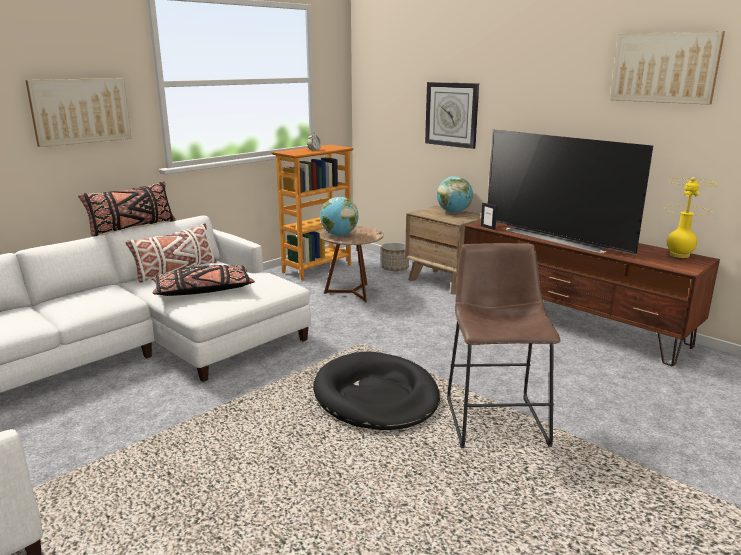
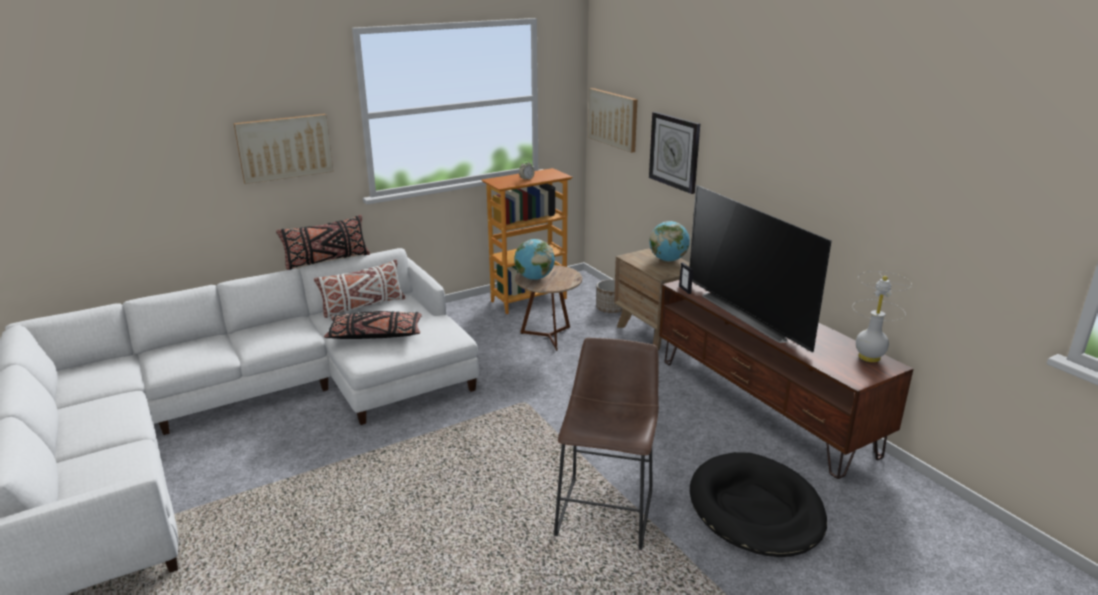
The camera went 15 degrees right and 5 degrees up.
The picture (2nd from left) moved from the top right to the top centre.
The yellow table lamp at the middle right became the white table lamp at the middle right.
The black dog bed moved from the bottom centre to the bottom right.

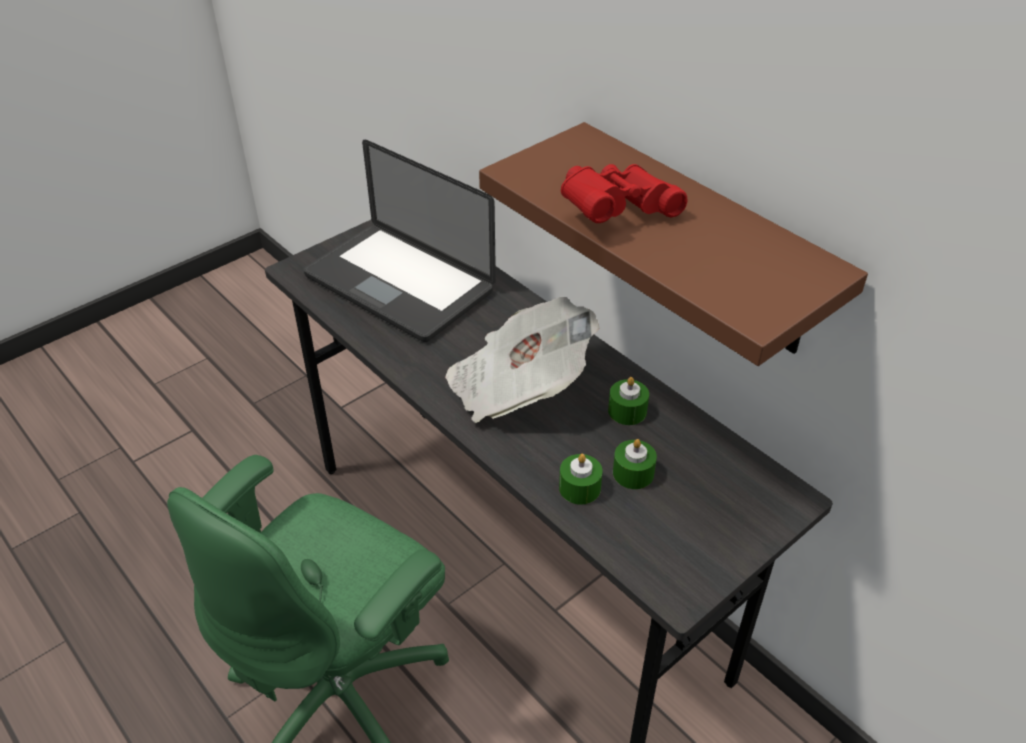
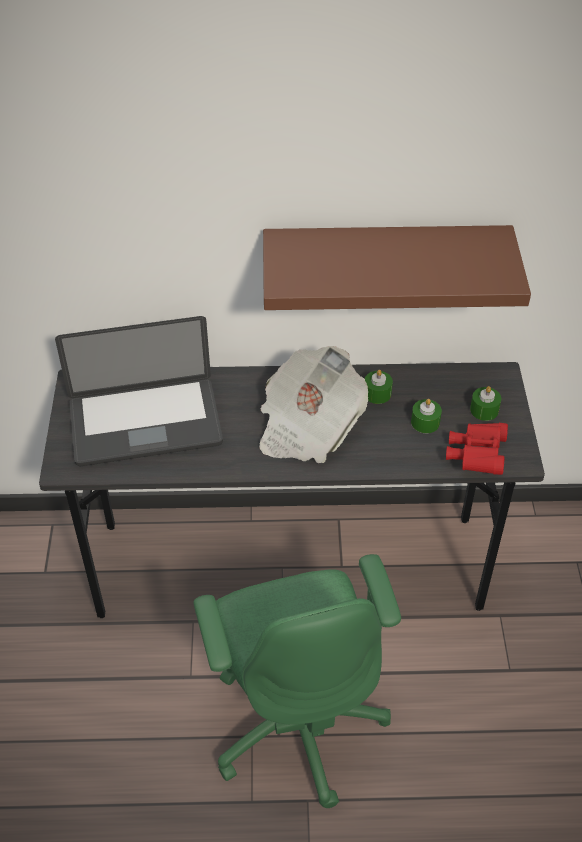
The camera went 50 degrees left and 5 degrees up.
The red binoculars moved from the top centre to the middle right.
The green candle (1st from left in the first image) moved from the centre to the middle right.

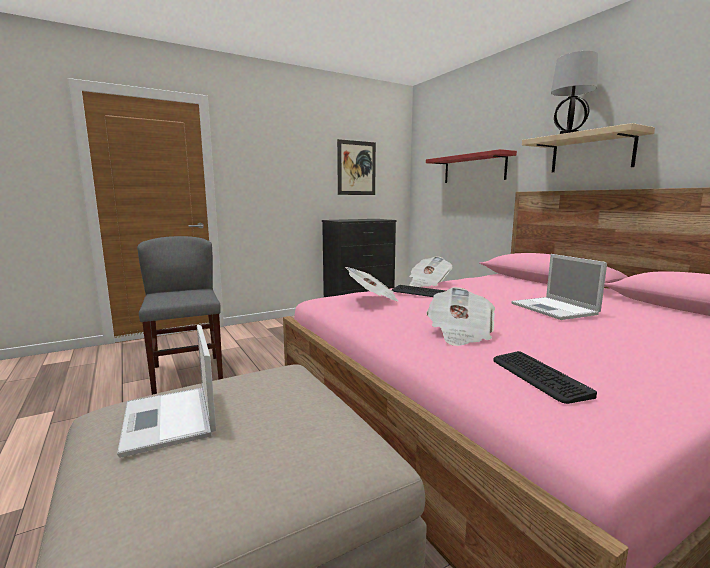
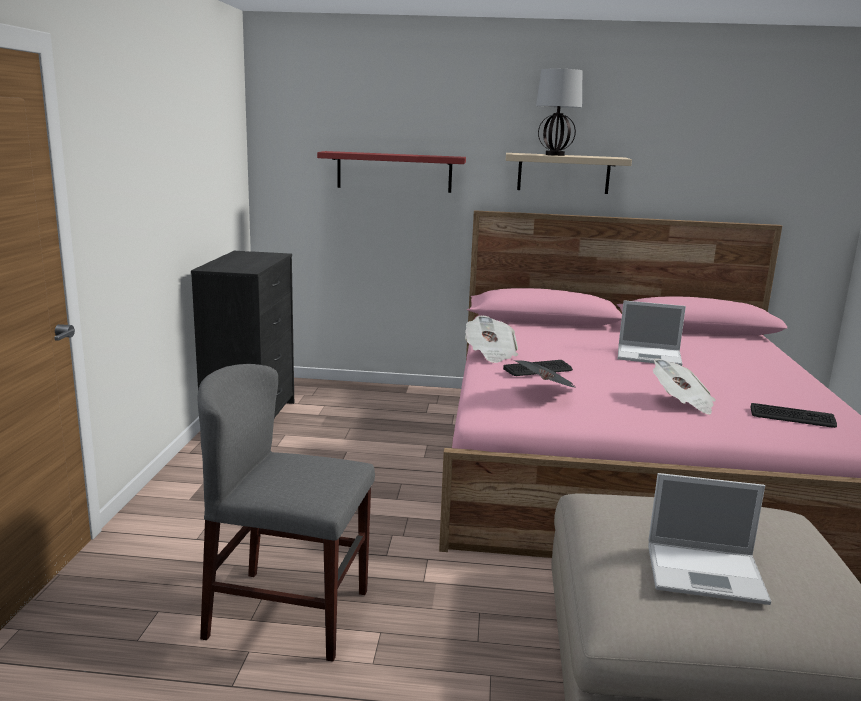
The camera went 55 degrees left and 5 degrees up.
The picture at the top centre disappeared.

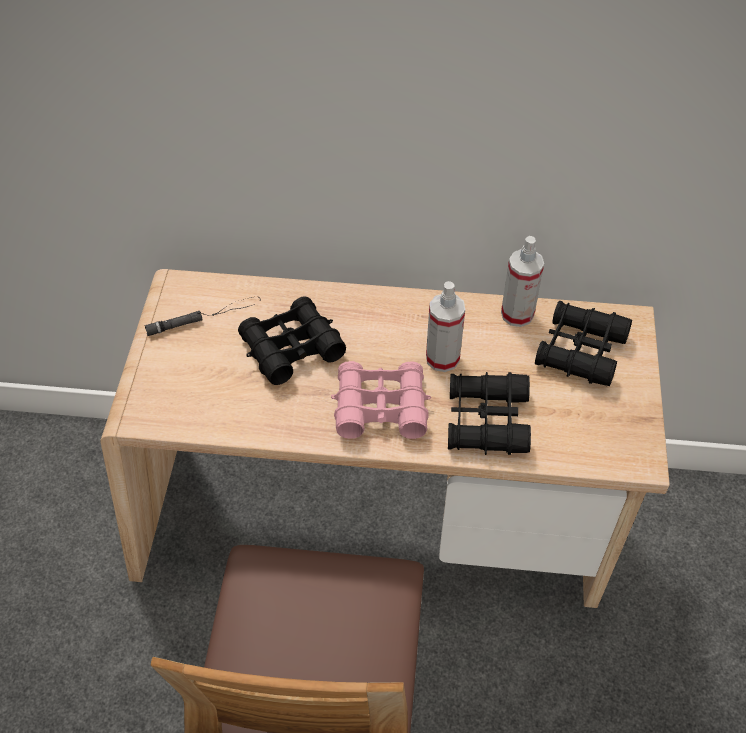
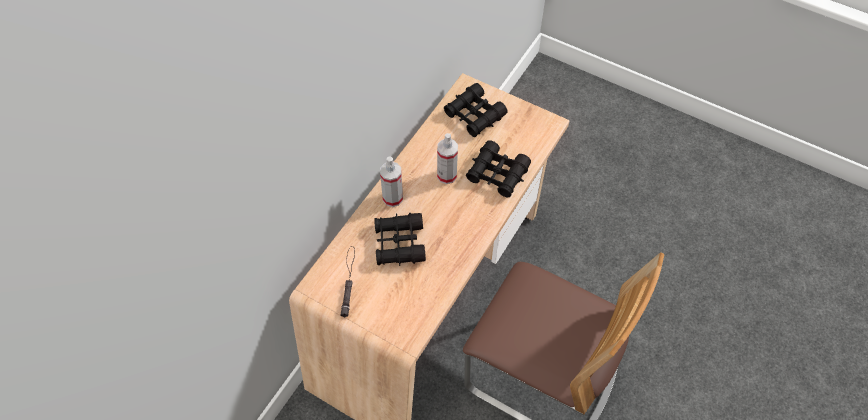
The camera went 65 degrees left and 5 degrees up.
The spray bottle (2nd from left in the first image) moved from the middle right to the centre.
The pink binoculars at the centre disappeared.

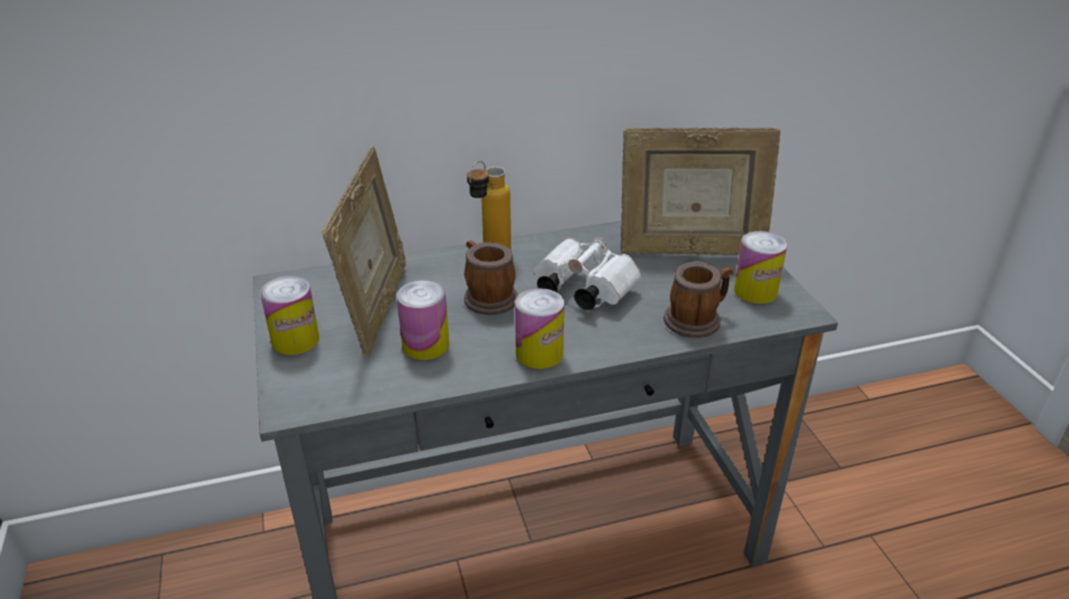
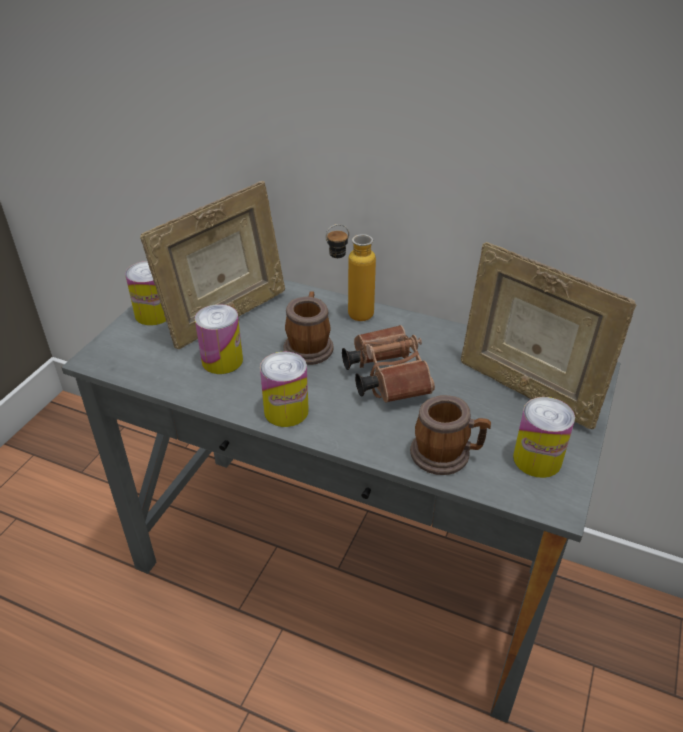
The camera went 40 degrees right and 5 degrees up.
The white binoculars at the centre became the brown binoculars at the centre.

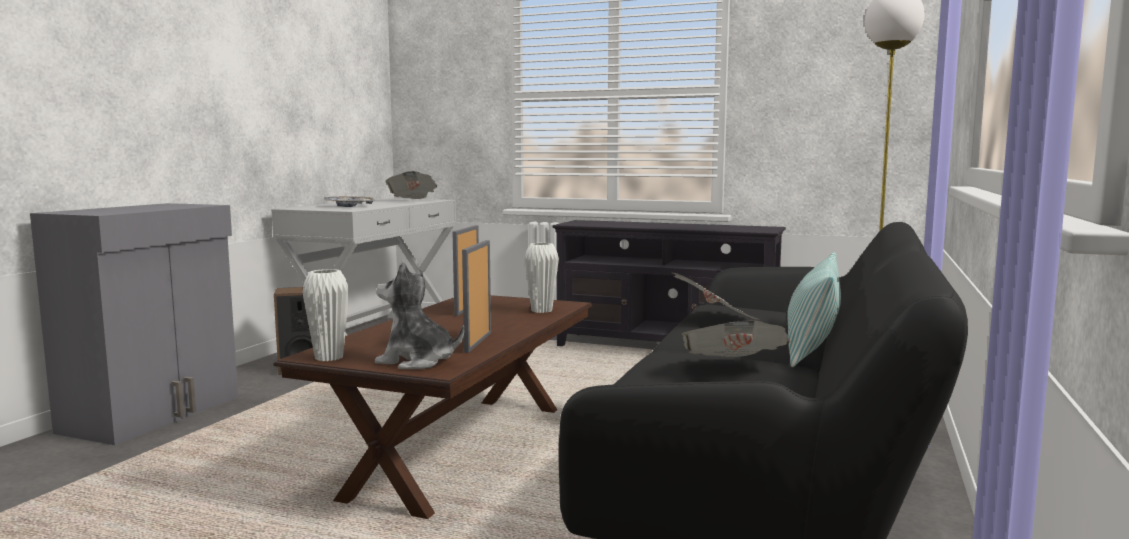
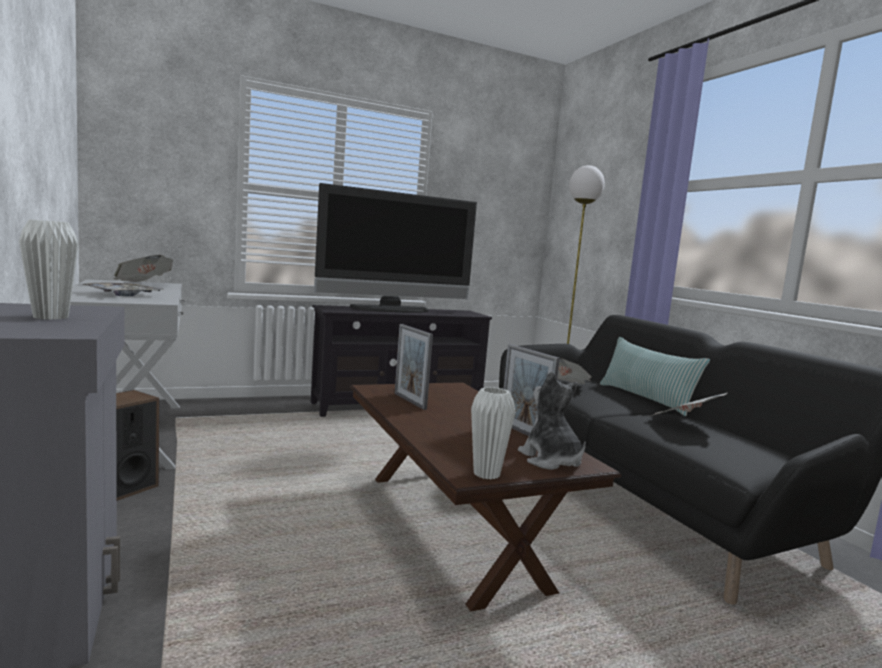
The camera went 45 degrees left and 0 degrees up.
The white vase (2nd from left in the first image) moved from the centre to the middle left.
The plush toy at the centre turned 90 degrees clockwise.
The television at the centre appeared.

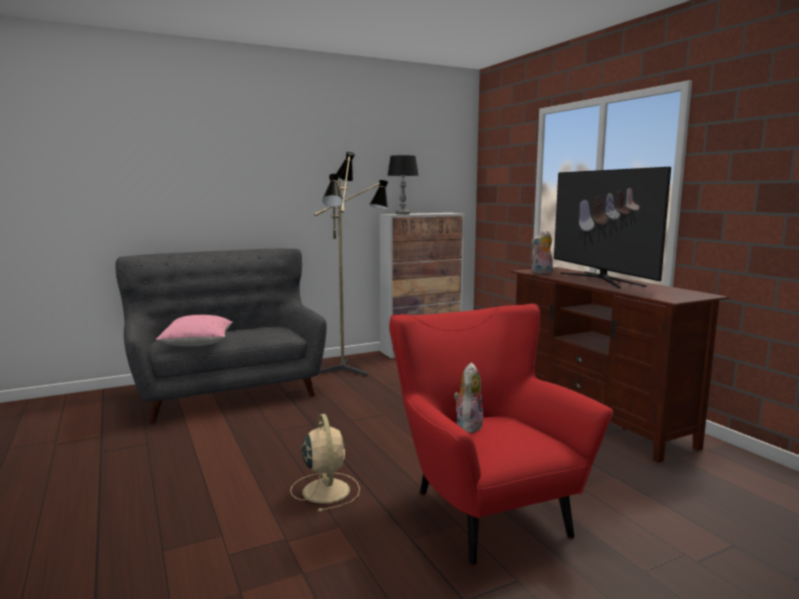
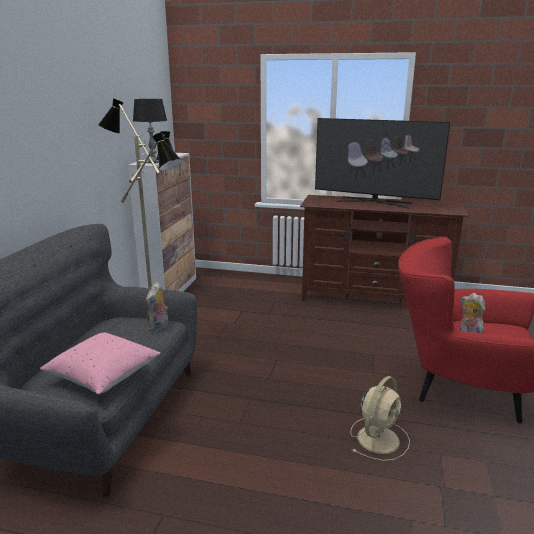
The camera went 50 degrees left and 10 degrees up.
The plush toy (2nd from left in the first image) moved from the middle right to the middle left.
The beige fan at the bottom centre turned 105 degrees clockwise.

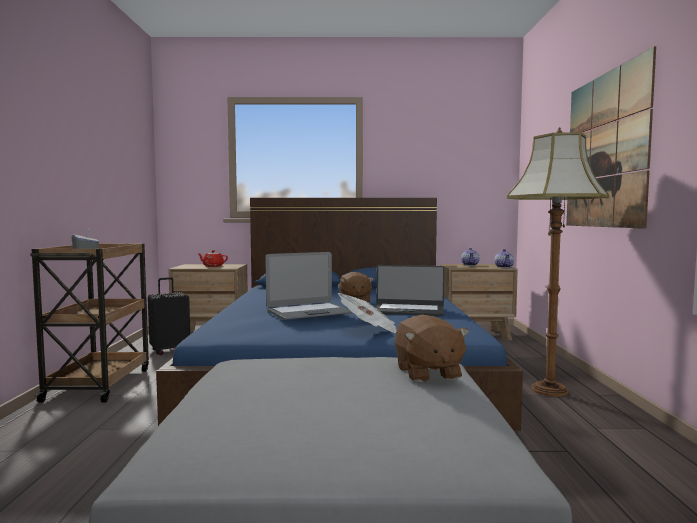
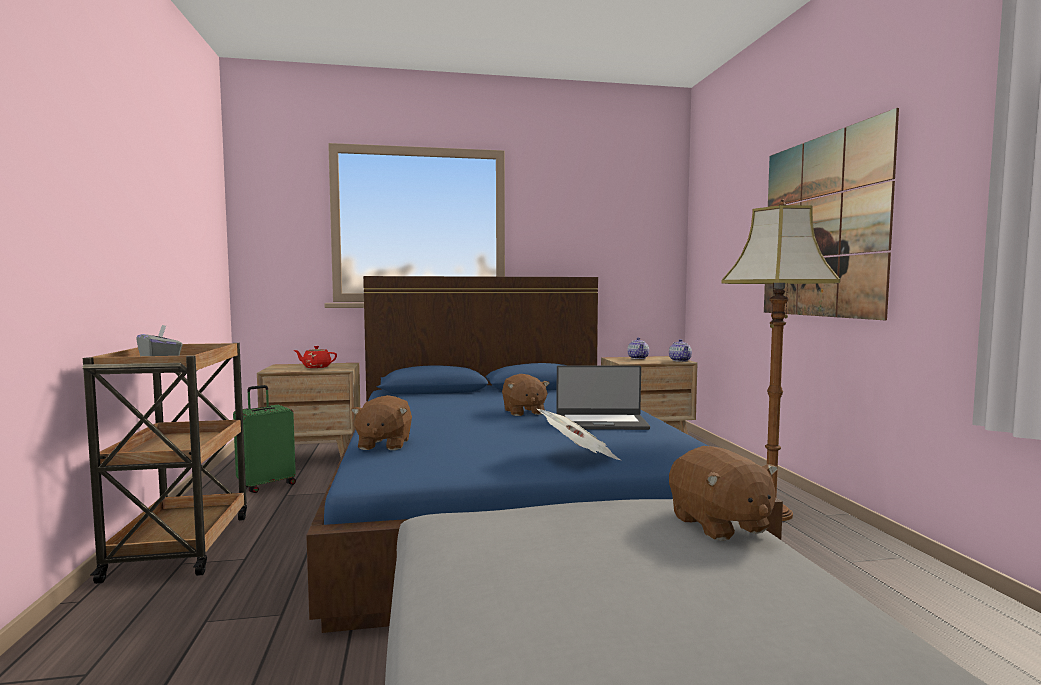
The camera went 10 degrees left and 0 degrees up.
The laptop (1st from left) at the centre disappeared.
The black suitcase at the middle left became the green suitcase at the middle left.
The brown plush toy (1st from left) at the centre appeared.

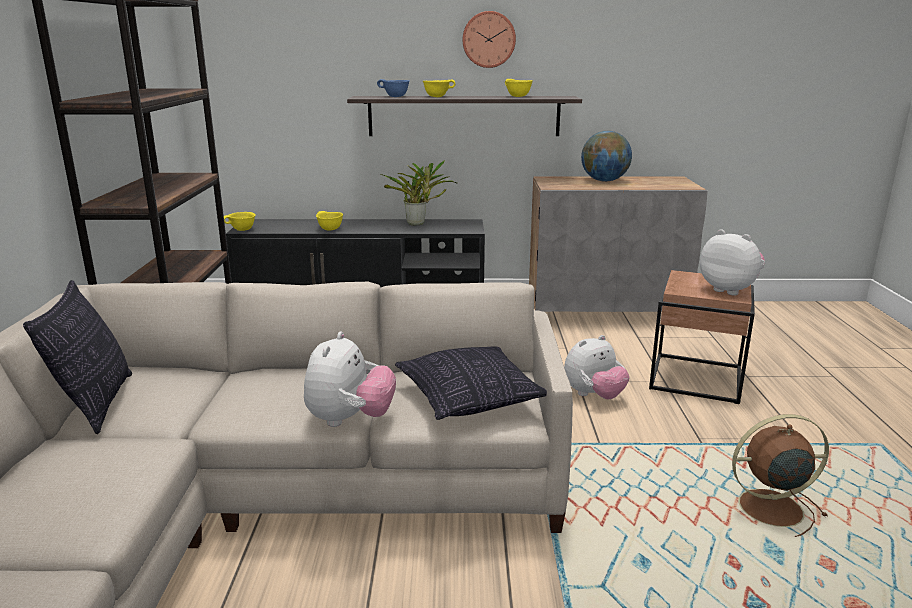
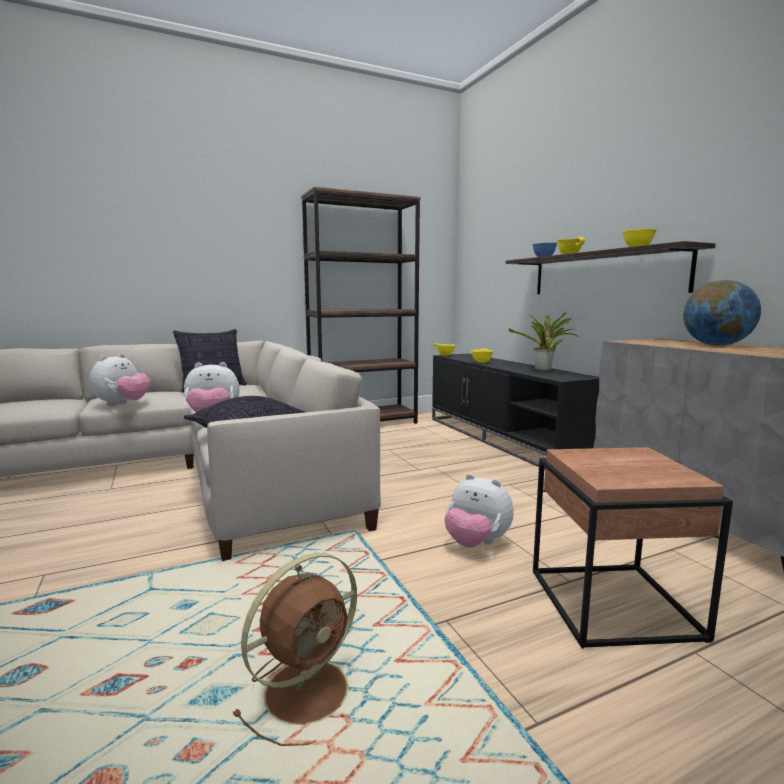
The camera went 65 degrees right and 10 degrees down.
The wall clock at the top centre disappeared.
The plush toy (3rd from left in the first image) moved from the middle right to the middle left.
The brown fan at the bottom right turned 75 degrees clockwise.

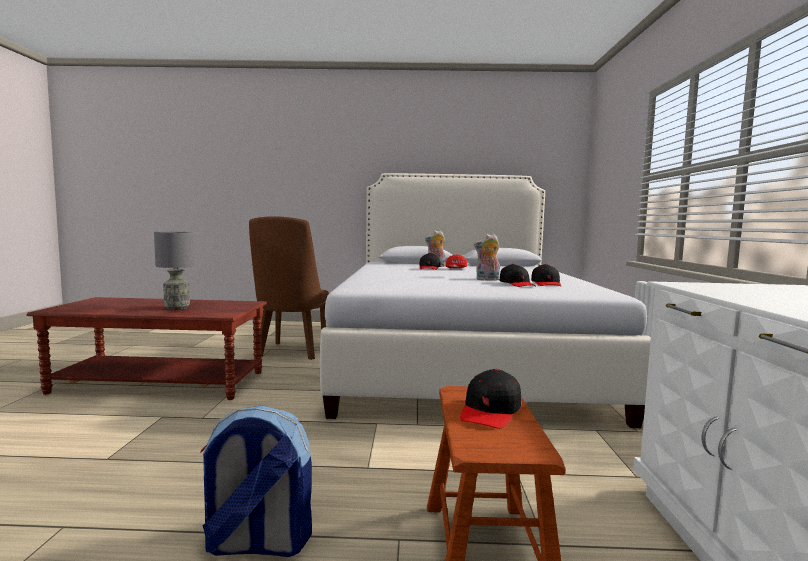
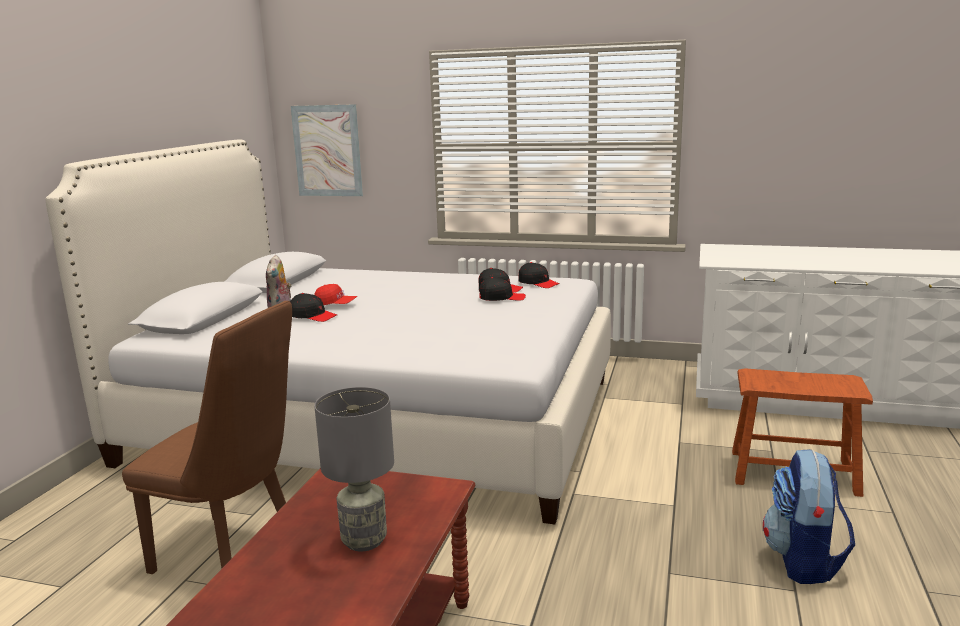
The camera went 75 degrees left and 10 degrees up.
The plush toy (2nd from left) at the centre disappeared.
The black cap (2nd from left in the first image) moved from the bottom centre to the centre.
The picture at the top centre appeared.

